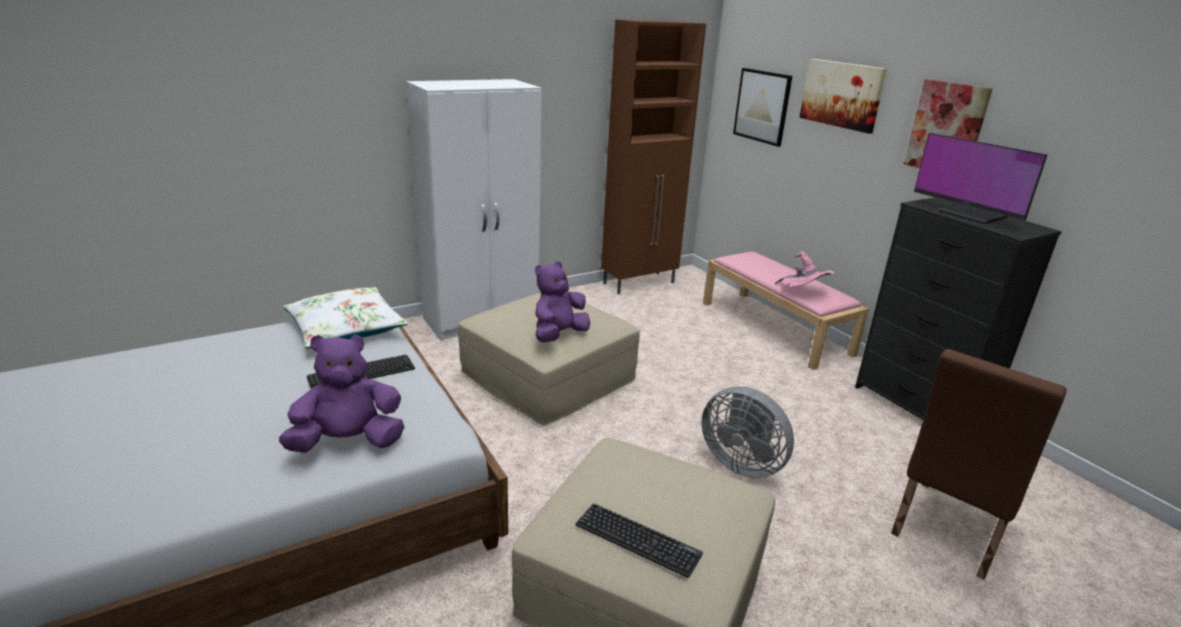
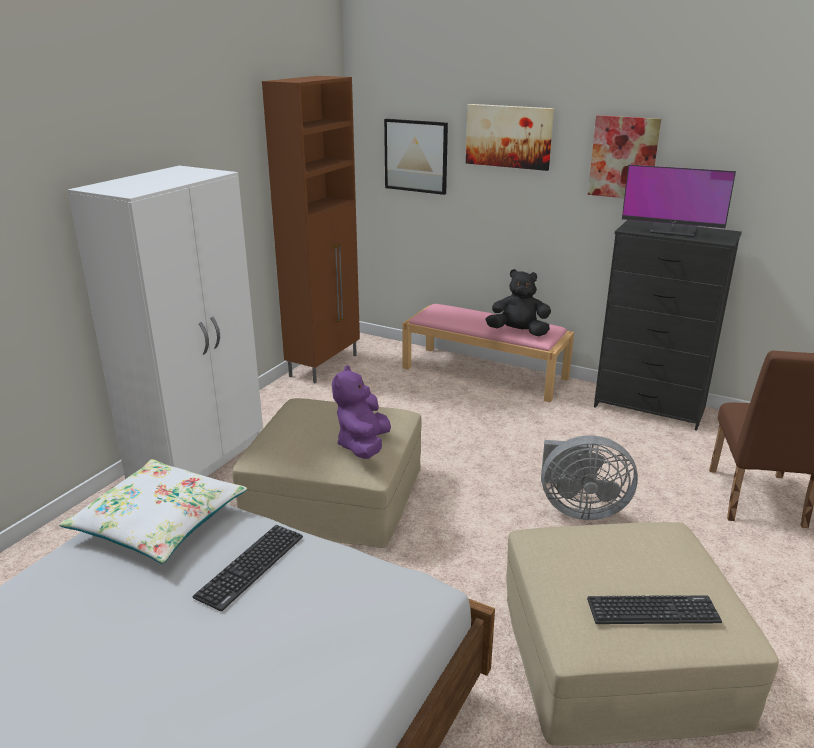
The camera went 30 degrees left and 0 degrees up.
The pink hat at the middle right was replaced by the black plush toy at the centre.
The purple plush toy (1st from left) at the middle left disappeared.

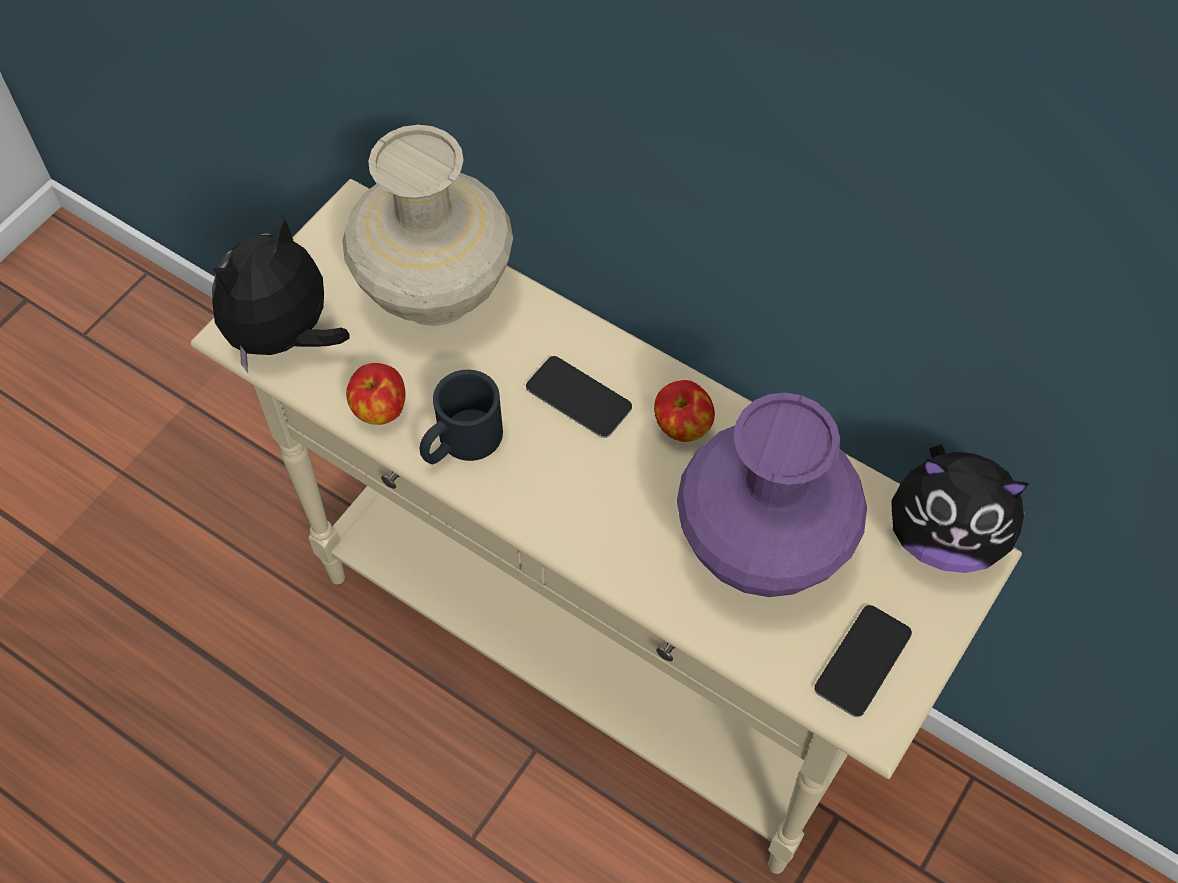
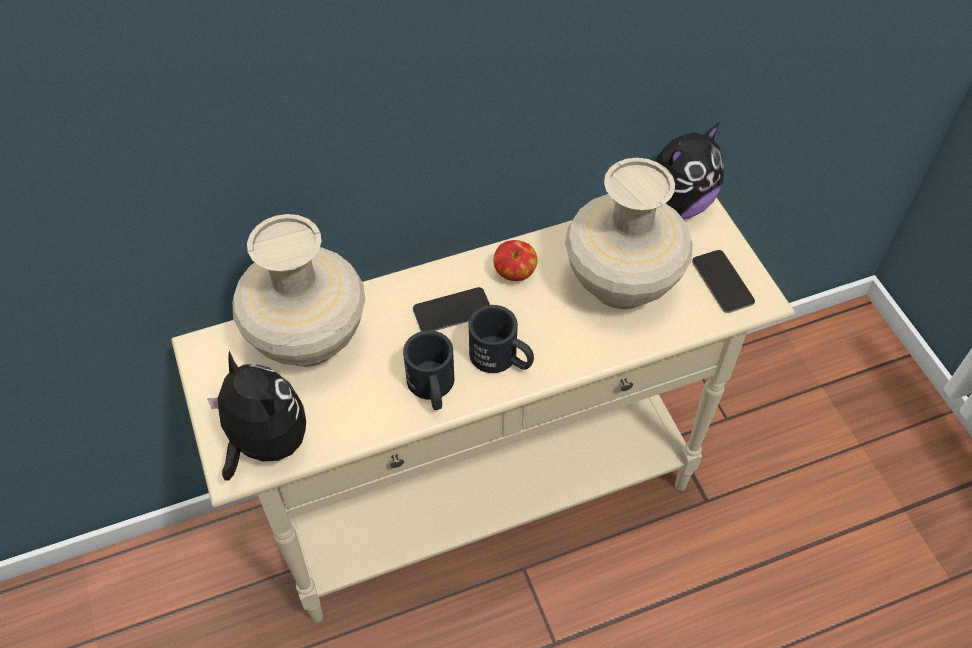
The camera went 55 degrees left and 5 degrees down.
The plush toy (1st from left) at the top left turned 150 degrees clockwise.
The apple (1st from left) at the middle left disappeared.
The purple vase at the centre became the beige vase (2nd from left) at the centre.
The black mug (2nd from left) at the centre appeared.

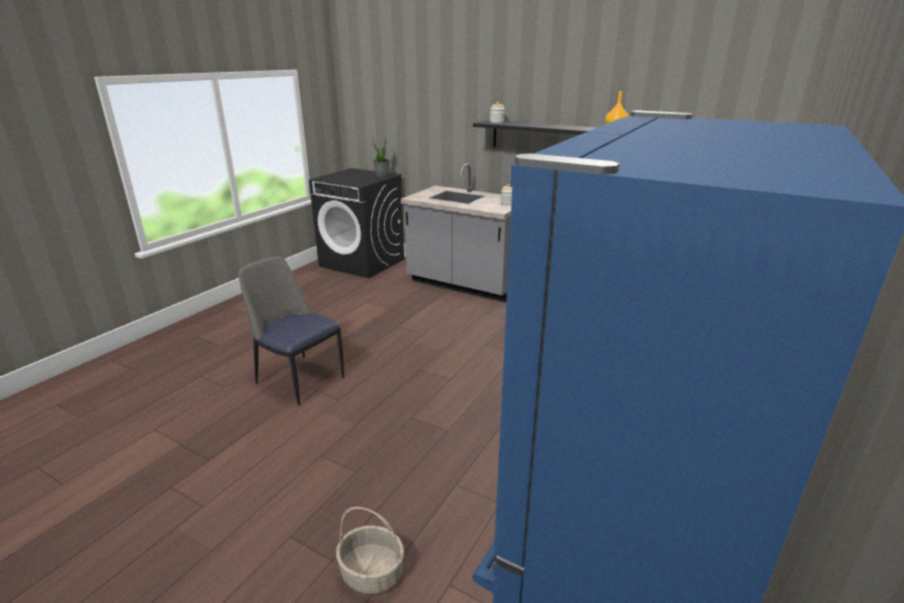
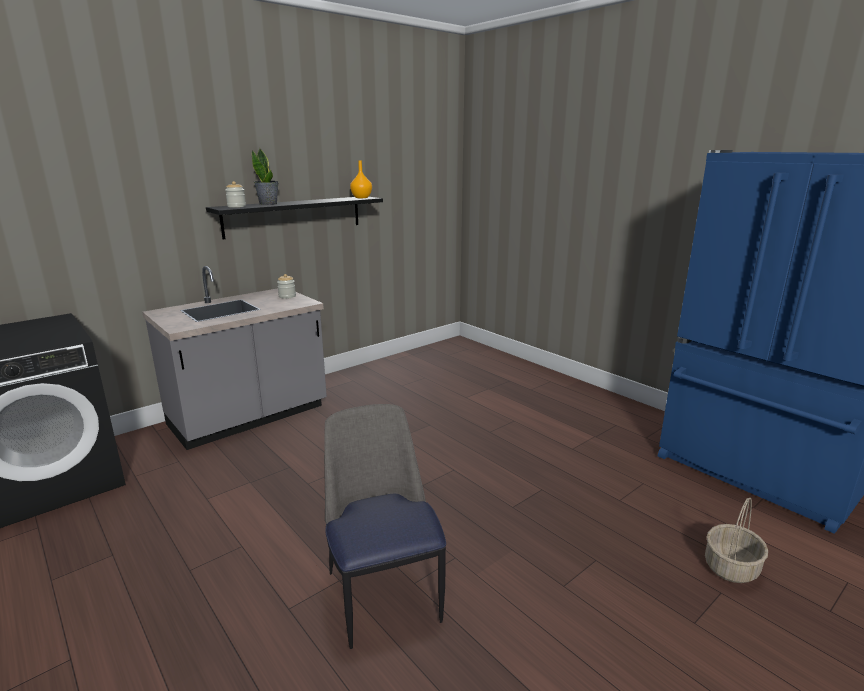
The camera went 70 degrees left and 5 degrees down.
The potted plant moved from the top centre to the top left.
The chair at the middle left turned 105 degrees clockwise.

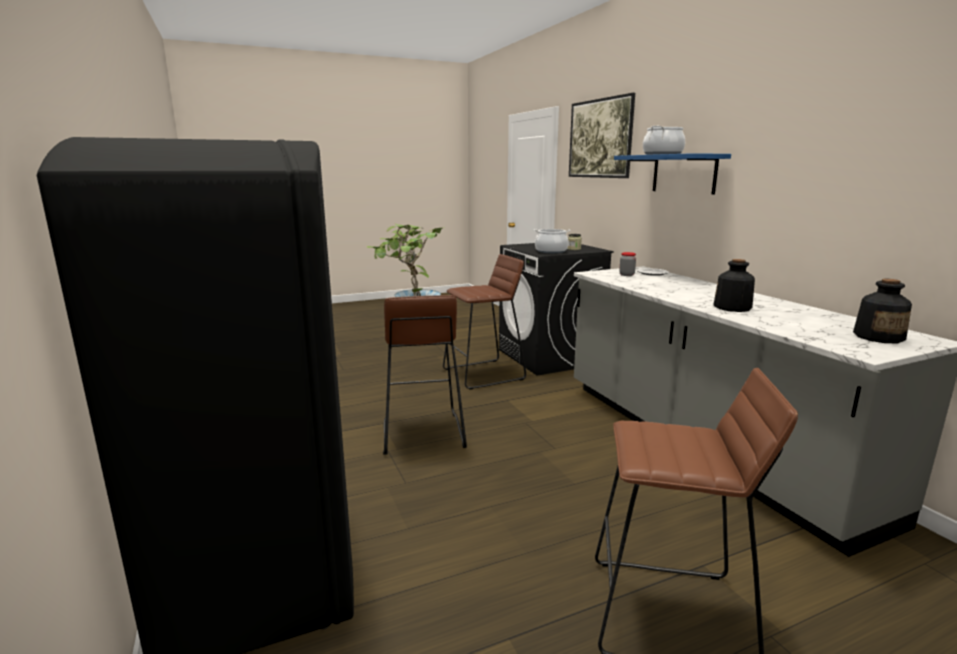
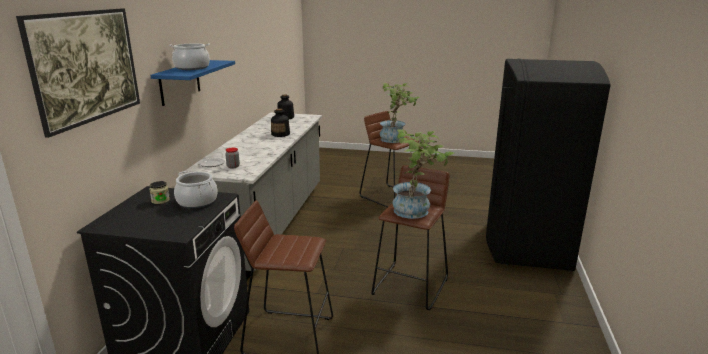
The camera went 145 degrees left and 5 degrees up.
The potted plant (1st from left) at the top centre appeared.

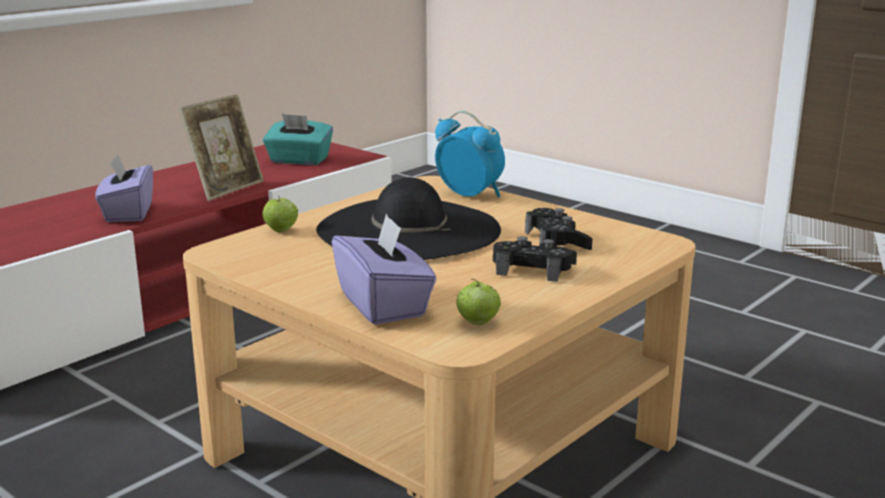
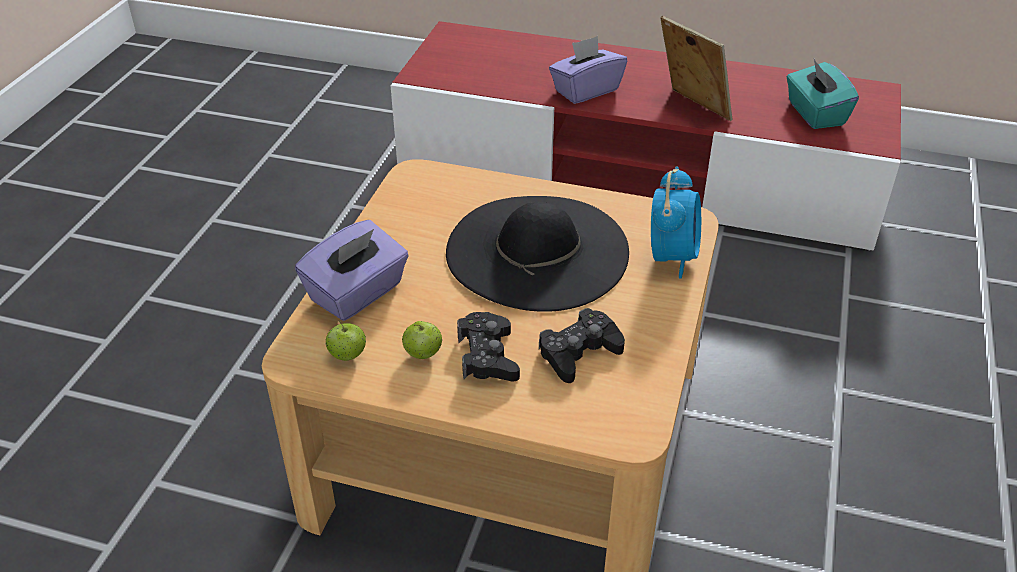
The camera went 65 degrees right and 20 degrees up.
The picture frame at the top left turned 135 degrees counterclockwise.
The apple (1st from left in the first image) moved from the middle left to the centre.

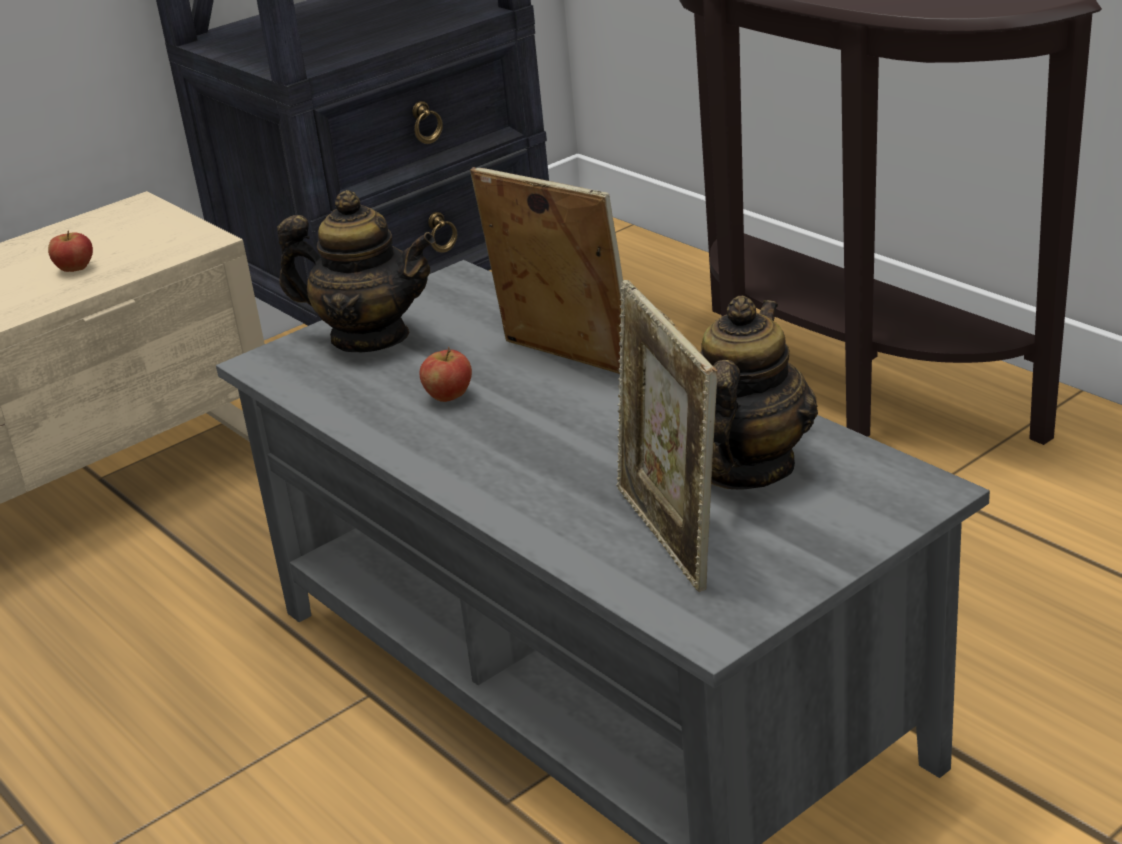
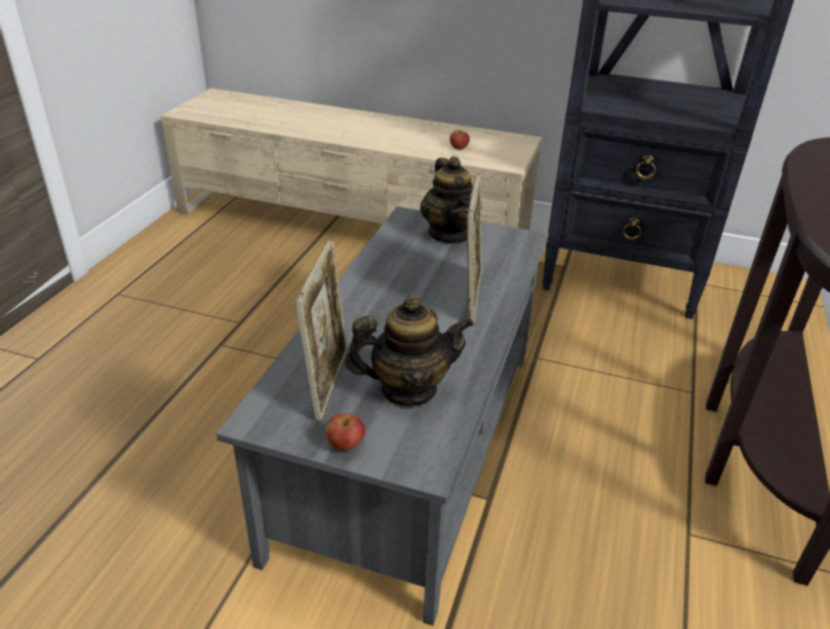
The camera went 55 degrees right and 5 degrees up.
The picture frame (2nd from left in the first image) at the centre turned 150 degrees clockwise.
The apple (2nd from left in the first image) moved from the centre to the bottom centre.

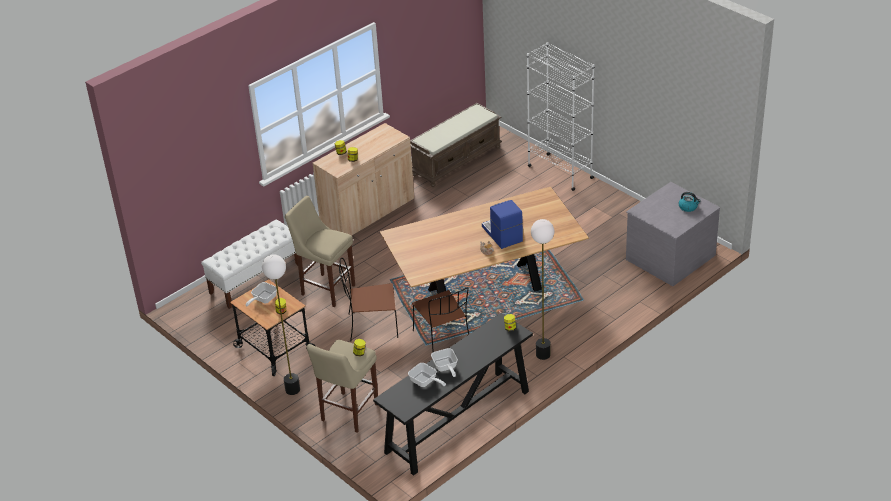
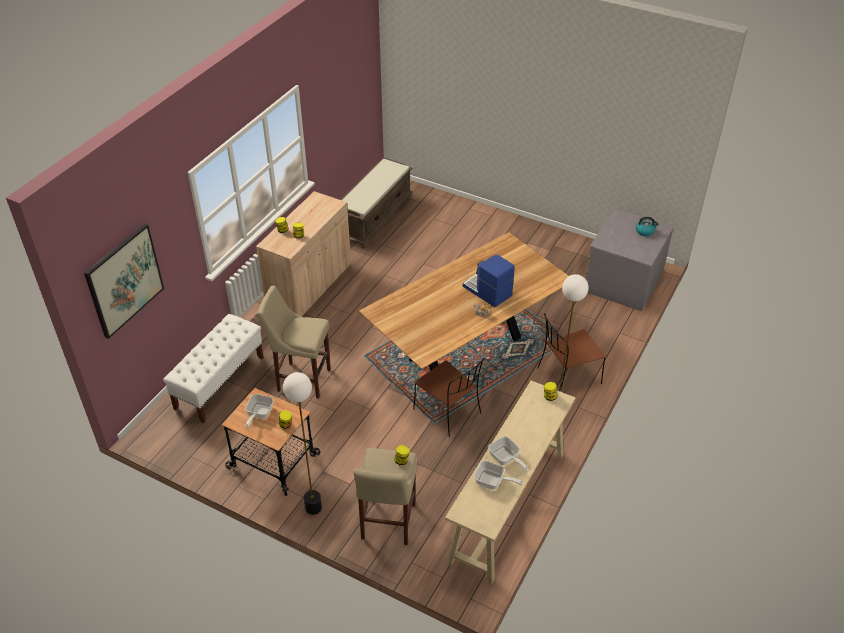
The camera went 20 degrees left and 5 degrees up.
The white bookcase at the top centre disappeared.
The brown chair (1st from left in the first image) moved from the centre to the middle right.
The black console table at the bottom centre became the beige console table at the bottom centre.
The picture at the middle left appeared.

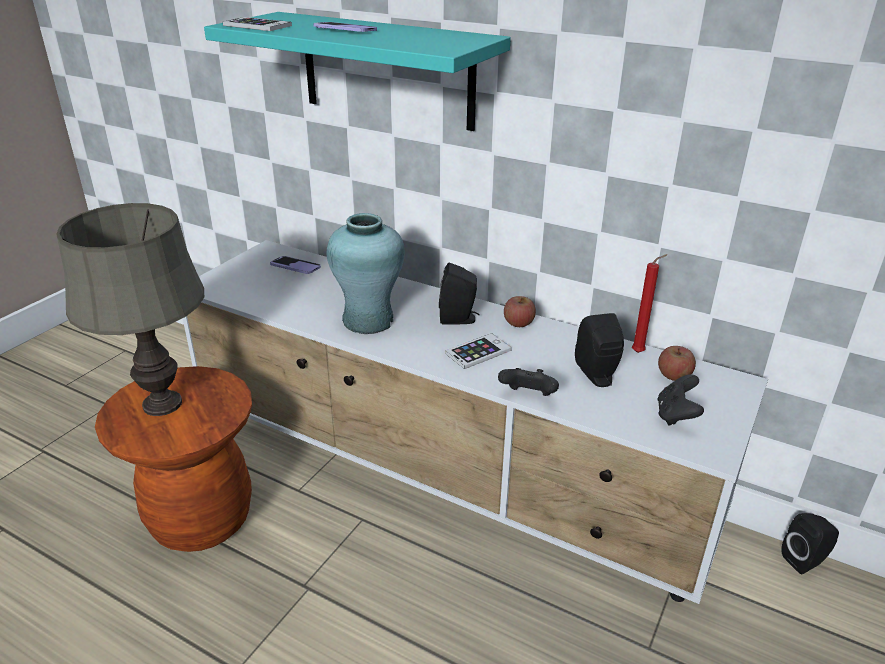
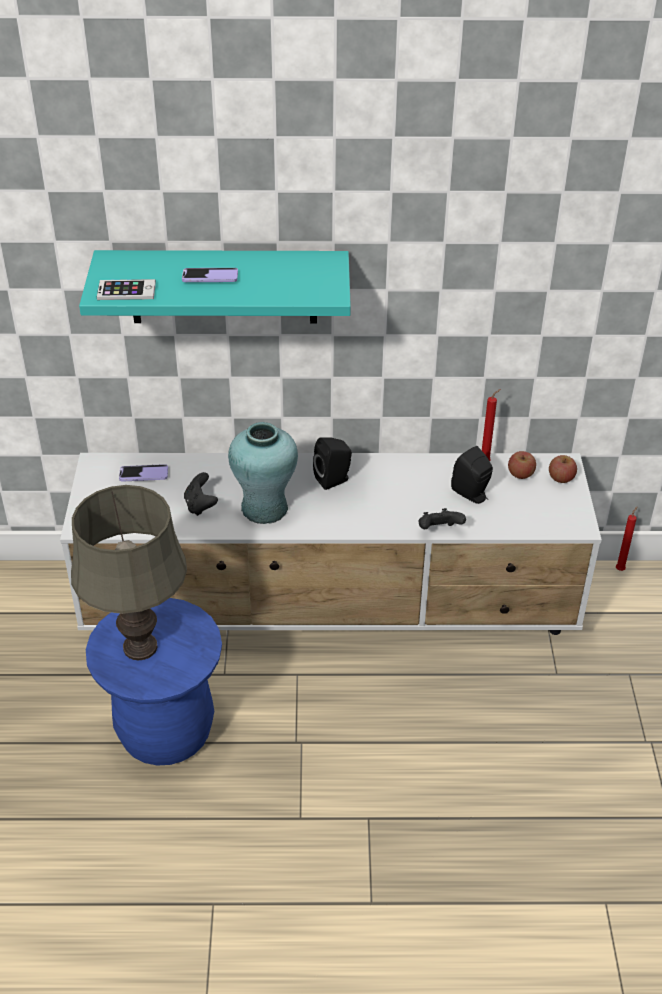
The camera went 30 degrees left and 10 degrees up.
The apple (1st from left in the first image) moved from the centre to the middle right.
The phone (4th from left) at the centre disappeared.
The brown stool at the bottom left became the blue stool at the bottom left.
The black game controller (2nd from left in the first image) moved from the middle right to the middle left.
The black speaker (3rd from left) at the bottom right was replaced by the red candle (2nd from left) at the middle right.

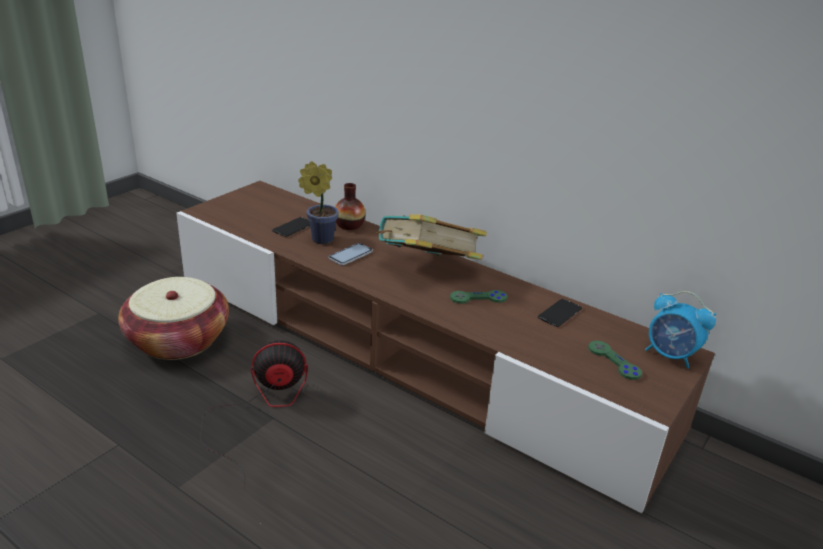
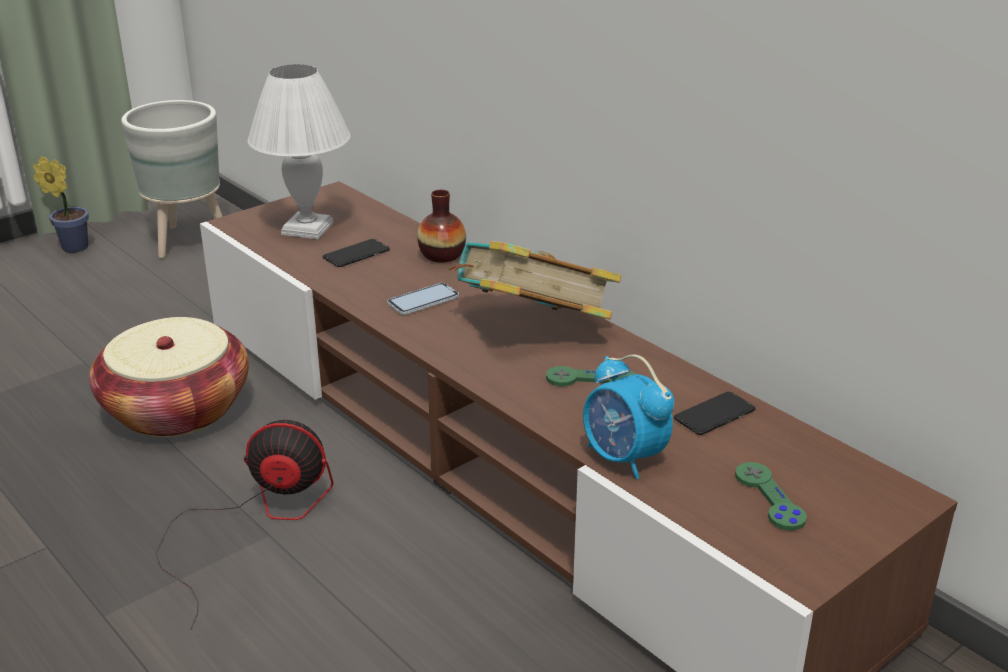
The camera went 15 degrees right and 0 degrees up.
The potted plant moved from the centre to the top left.
The alarm clock moved from the middle right to the centre.
The white table lamp at the top left appeared.
The grey planter at the top left appeared.

